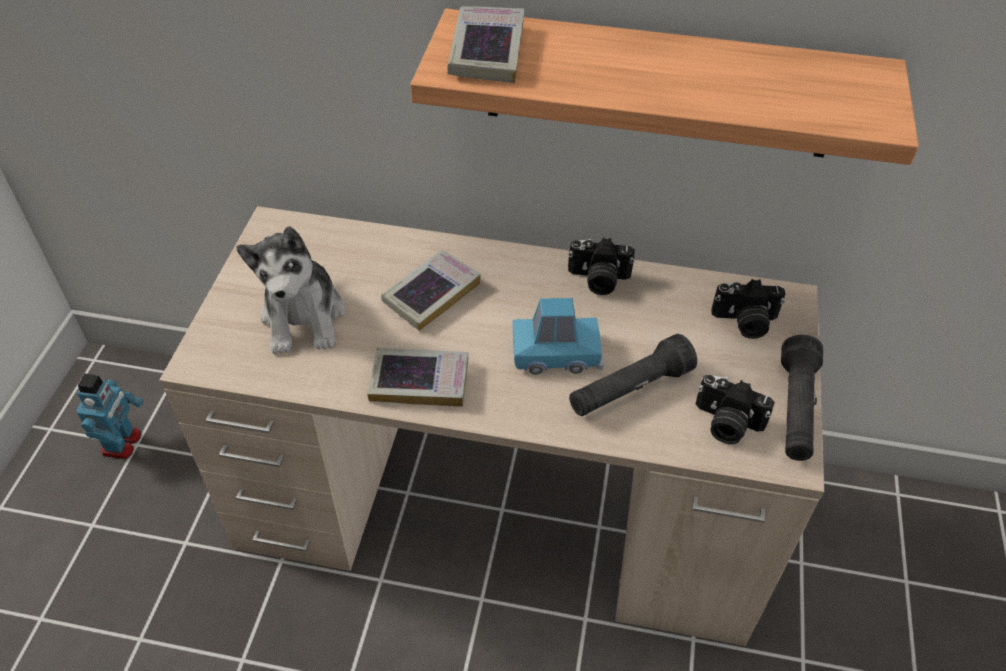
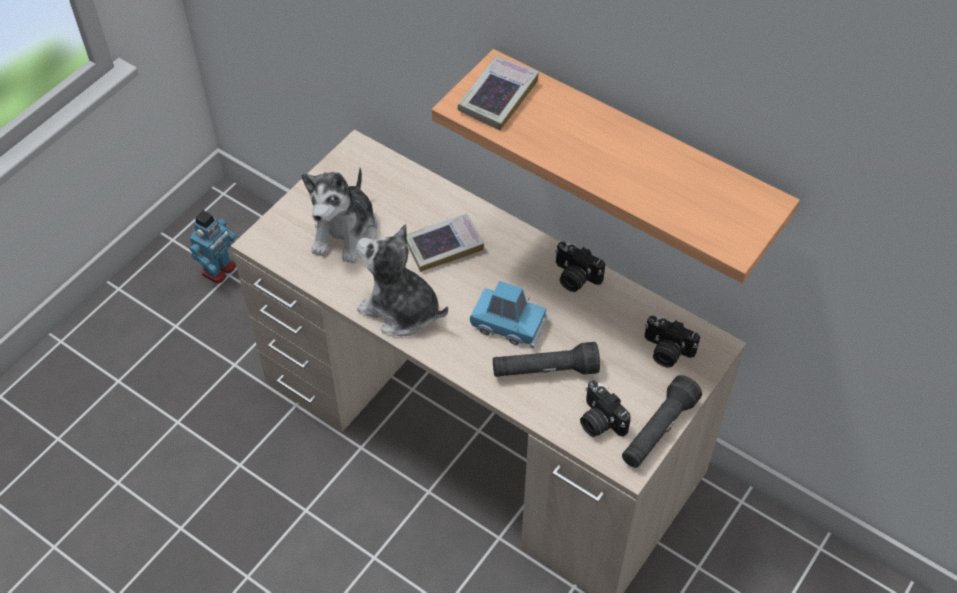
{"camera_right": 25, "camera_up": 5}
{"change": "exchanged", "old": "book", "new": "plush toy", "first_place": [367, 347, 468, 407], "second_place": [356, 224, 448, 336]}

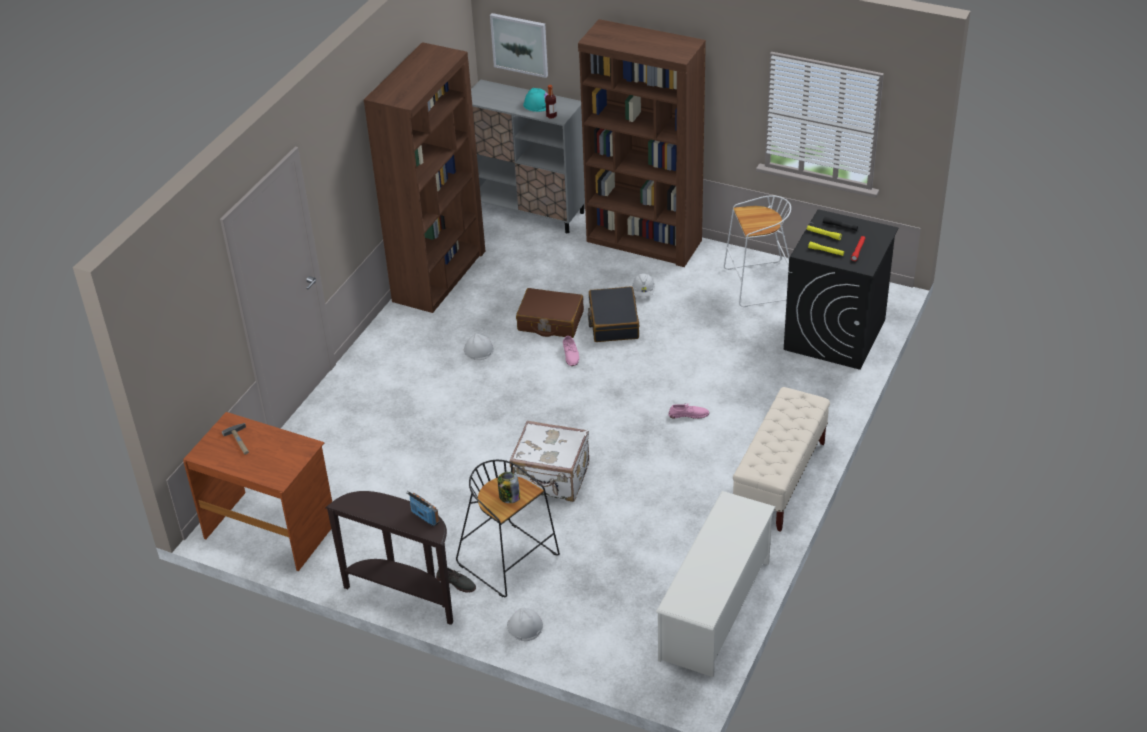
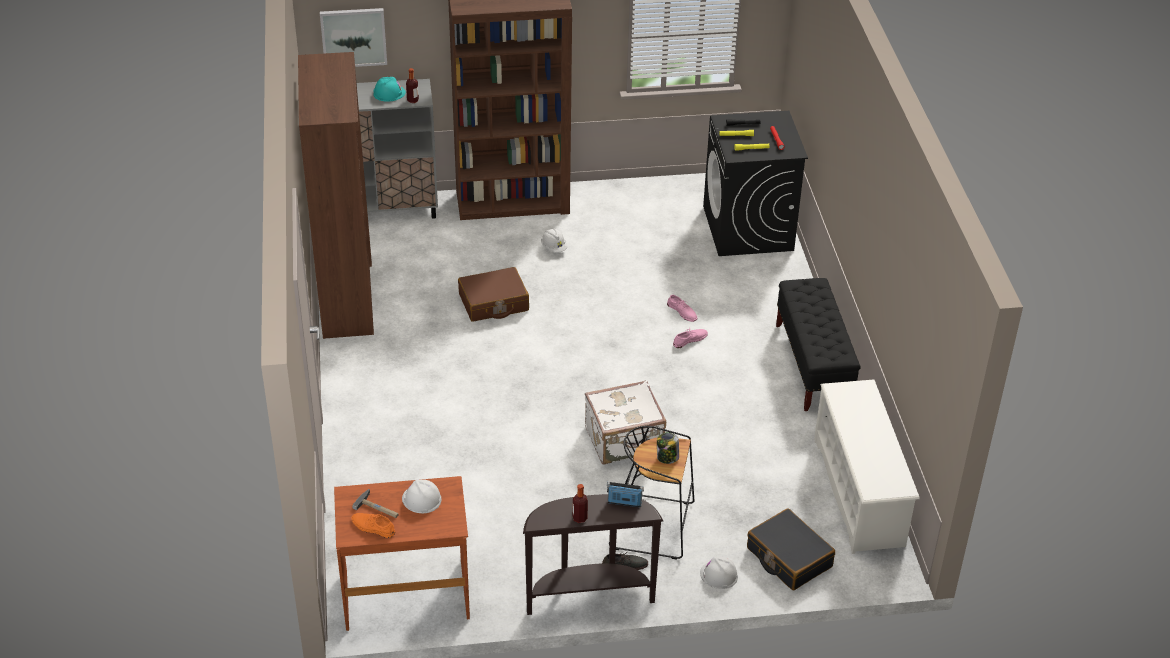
{"camera_right": -35, "camera_up": 0}
{"change": "appeared", "new": "shoe in orange", "second_place": [352, 513, 395, 538]}
{"change": "relocated", "old": "hard hat in white", "first_place": [464, 333, 494, 360], "second_place": [402, 480, 441, 513]}
{"change": "appeared", "new": "bottle", "second_place": [573, 484, 588, 523]}
{"change": "relocated", "old": "shoe in pink", "first_place": [563, 336, 579, 366], "second_place": [667, 295, 697, 322]}
{"change": "relocated", "old": "suitcase in black", "first_place": [588, 287, 639, 342], "second_place": [747, 508, 835, 590]}
{"change": "colour", "old": "bench in beige", "new": "bench in black", "first_place": [733, 387, 830, 532], "second_place": [776, 278, 861, 411]}
{"change": "missing", "old": "stool in white", "first_place": [724, 195, 791, 307]}

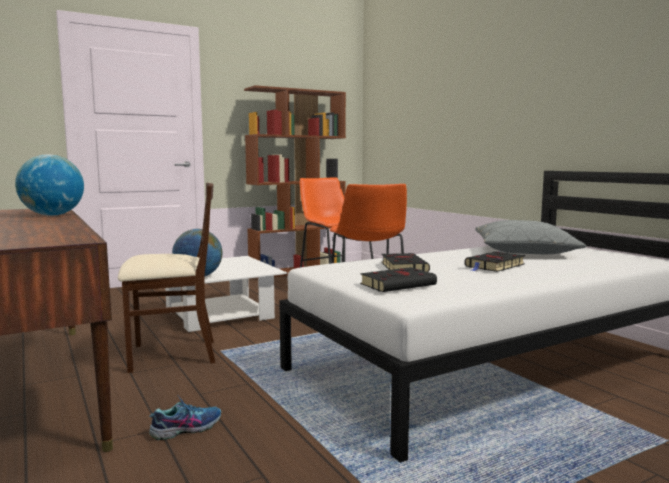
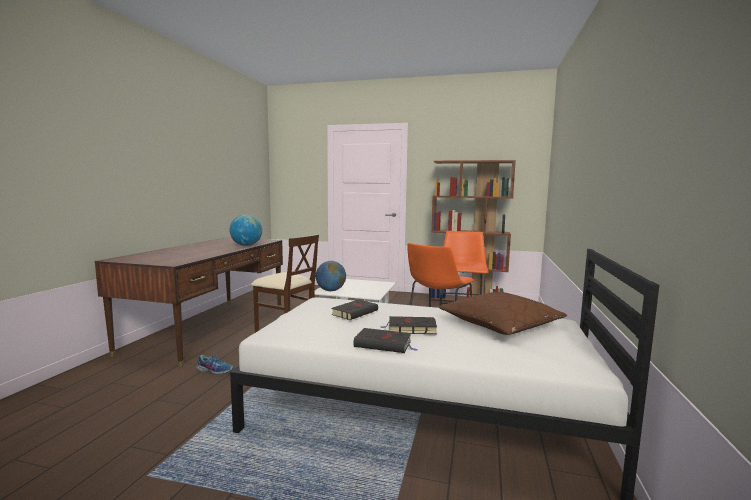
{"camera_right": 45, "camera_up": 0}
{"change": "relocated", "old": "book in black", "first_place": [360, 267, 437, 292], "second_place": [353, 328, 418, 353]}
{"change": "colour", "old": "pillow in grey", "new": "pillow in brown", "first_place": [475, 220, 587, 254], "second_place": [439, 292, 567, 335]}

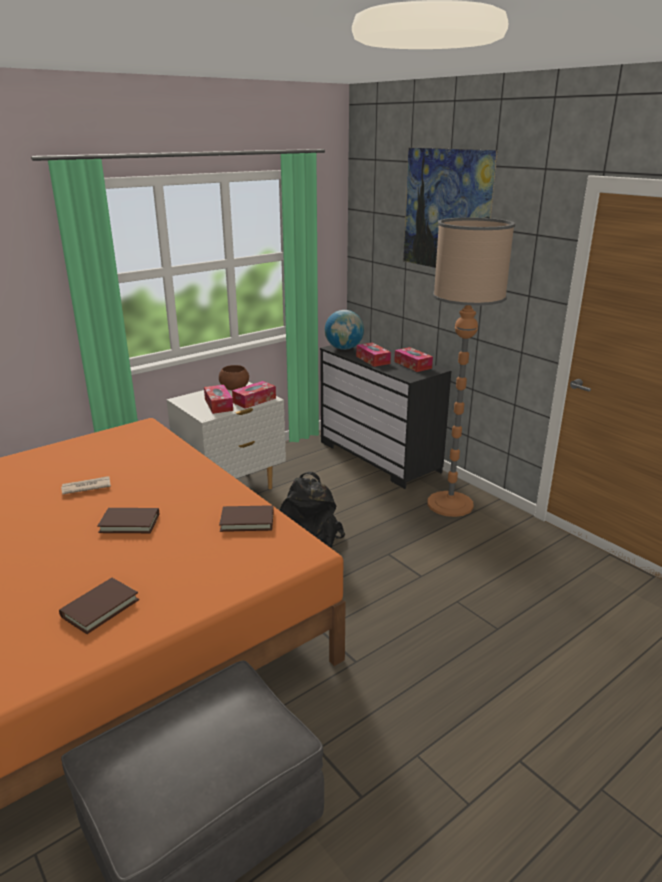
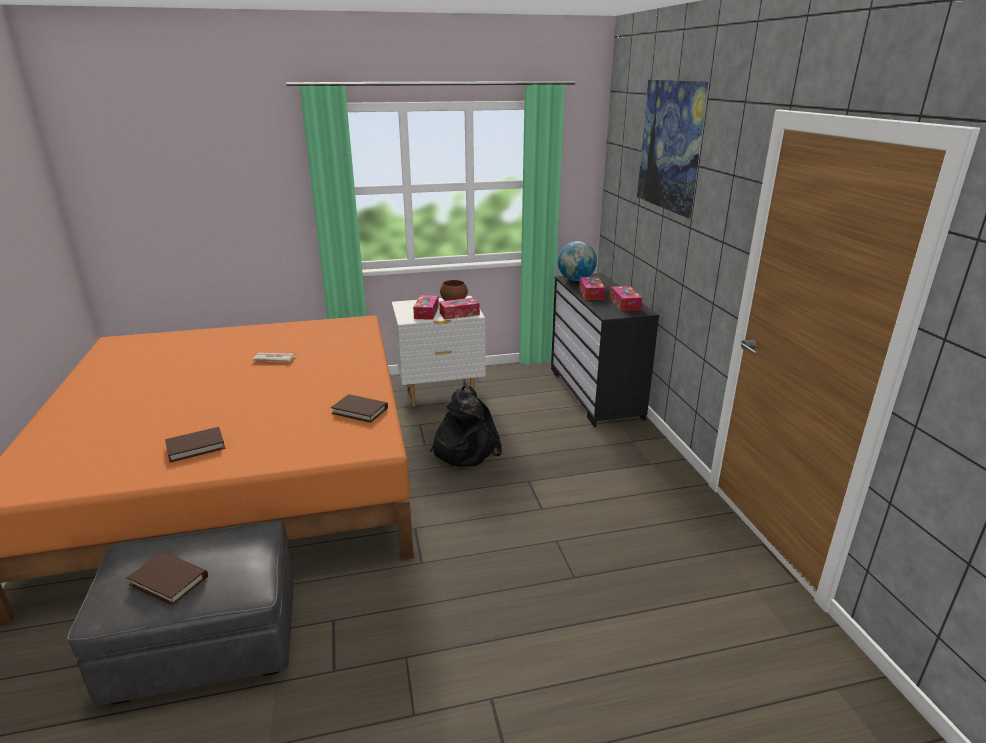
{"camera_right": 25, "camera_up": 0}
{"change": "relocated", "old": "book in brown", "first_place": [97, 508, 159, 533], "second_place": [126, 552, 208, 606]}
{"change": "missing", "old": "floor lamp", "first_place": [427, 217, 515, 517]}

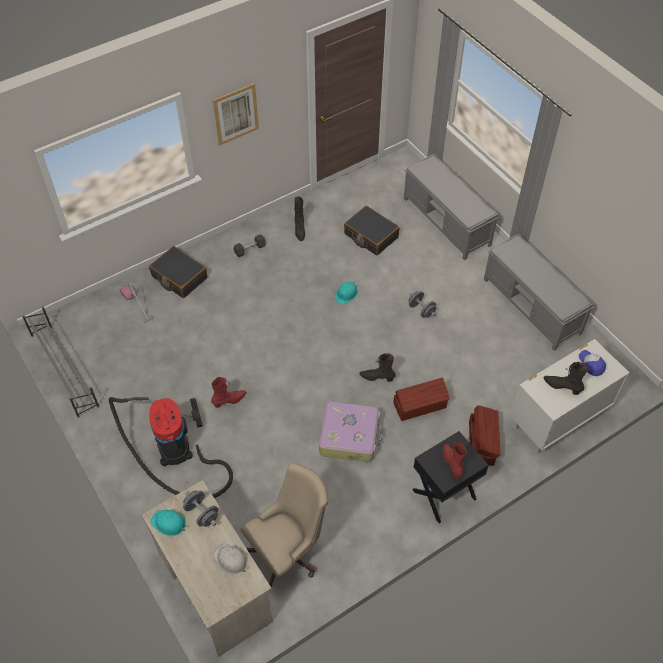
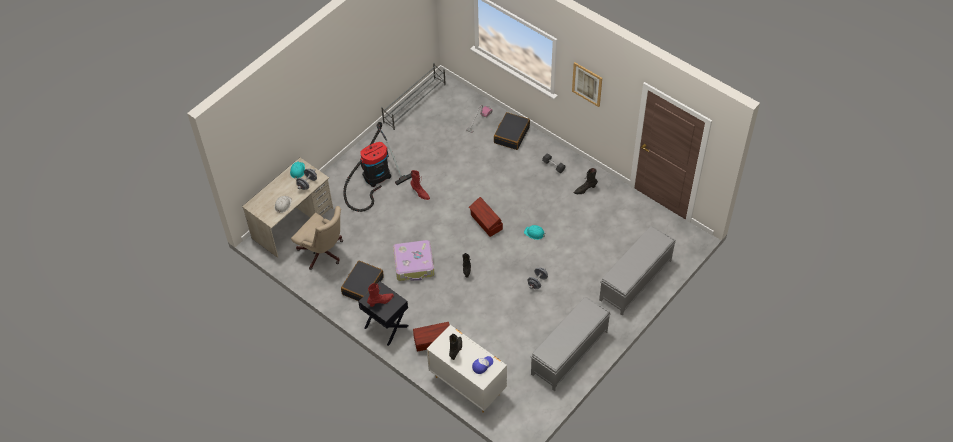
{"camera_right": 75, "camera_up": 0}
{"change": "relocated", "old": "suitcase in black", "first_place": [344, 206, 400, 255], "second_place": [341, 261, 384, 301]}
{"change": "relocated", "old": "storage box in brown", "first_place": [393, 377, 450, 421], "second_place": [469, 197, 503, 237]}

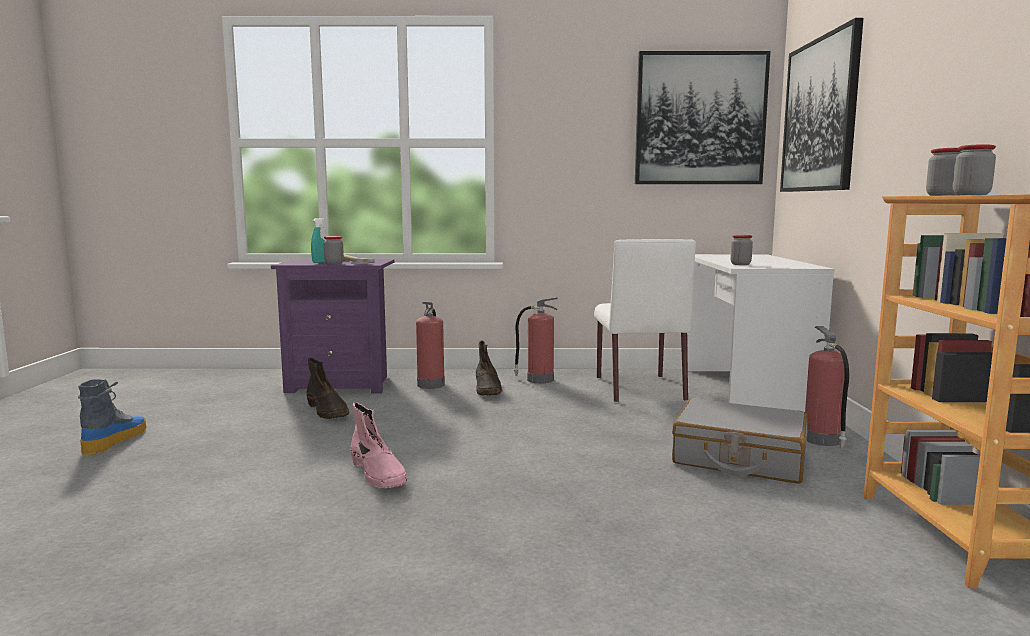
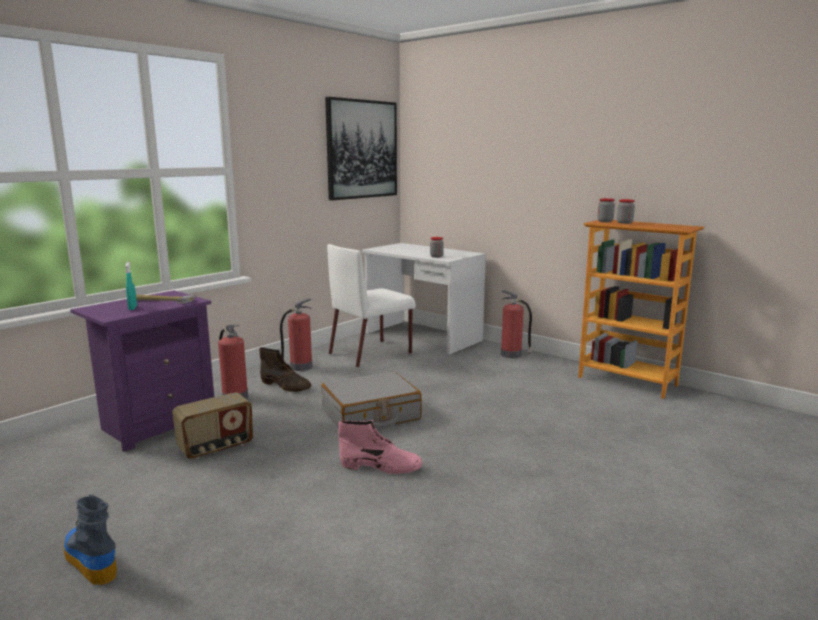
{"camera_right": -50, "camera_up": 5}
{"change": "exchanged", "old": "boot in brown", "new": "radio", "first_place": [306, 358, 349, 419], "second_place": [172, 392, 253, 459]}
{"change": "relocated", "old": "suitcase in grey", "first_place": [672, 398, 807, 484], "second_place": [321, 371, 422, 429]}
{"change": "spun", "old": "chair in white", "first_place": [594, 239, 696, 403], "second_place": [327, 244, 416, 368], "degrees": 105}
{"change": "missing", "old": "jar", "first_place": [324, 236, 344, 265]}
{"change": "missing", "old": "picture", "first_place": [780, 18, 864, 192]}

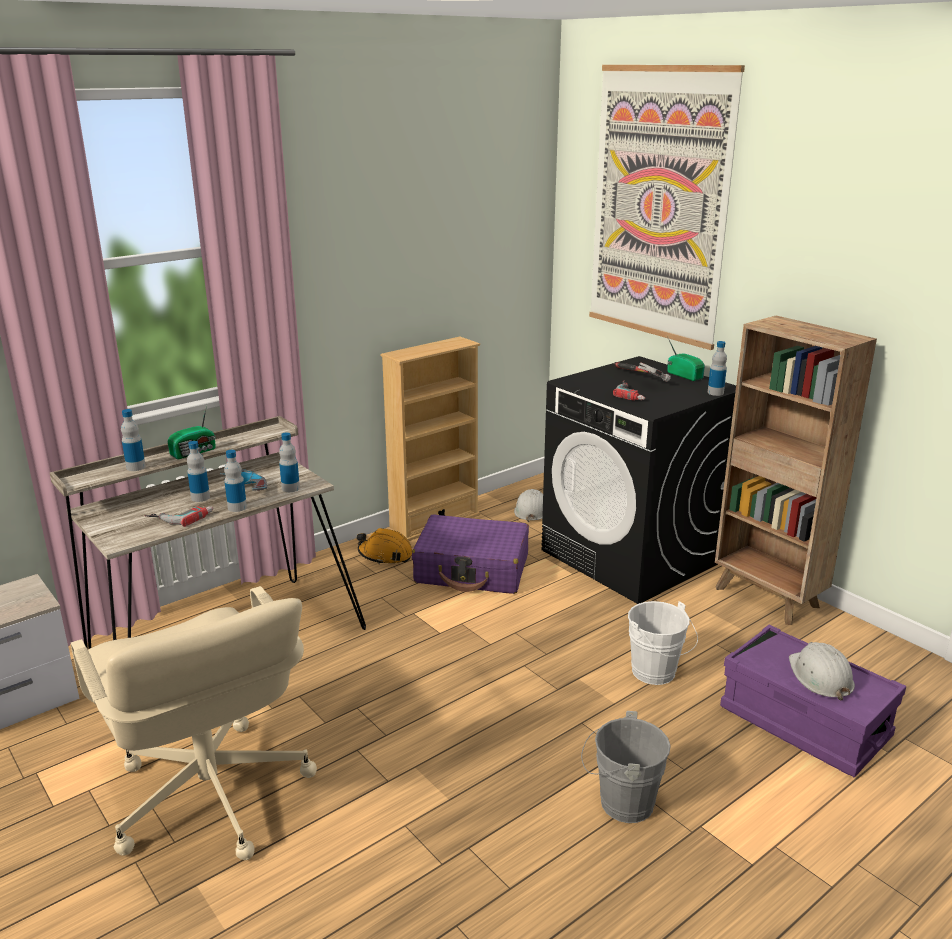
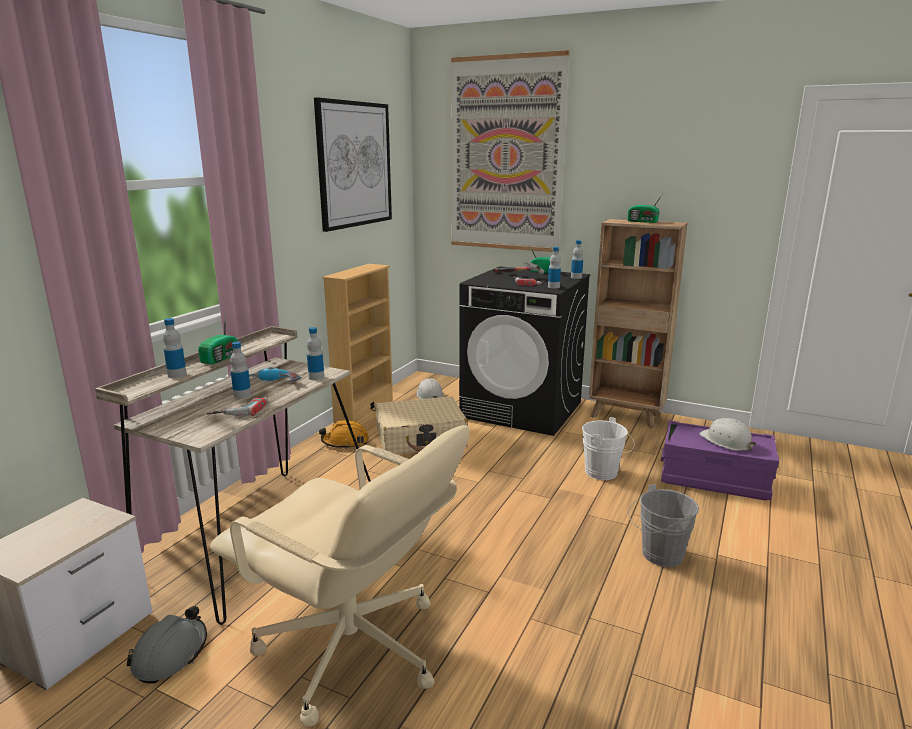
{"camera_right": -25, "camera_up": -5}
{"change": "appeared", "new": "hard hat in grey", "second_place": [127, 606, 207, 684]}
{"change": "appeared", "new": "picture", "second_place": [314, 97, 392, 232]}
{"change": "colour", "old": "suitcase in purple", "new": "suitcase in beige", "first_place": [412, 514, 529, 594], "second_place": [375, 397, 468, 454]}
{"change": "relocated", "old": "bottle", "first_place": [224, 450, 247, 512], "second_place": [548, 247, 561, 288]}
{"change": "appeared", "new": "radio", "second_place": [627, 192, 664, 223]}

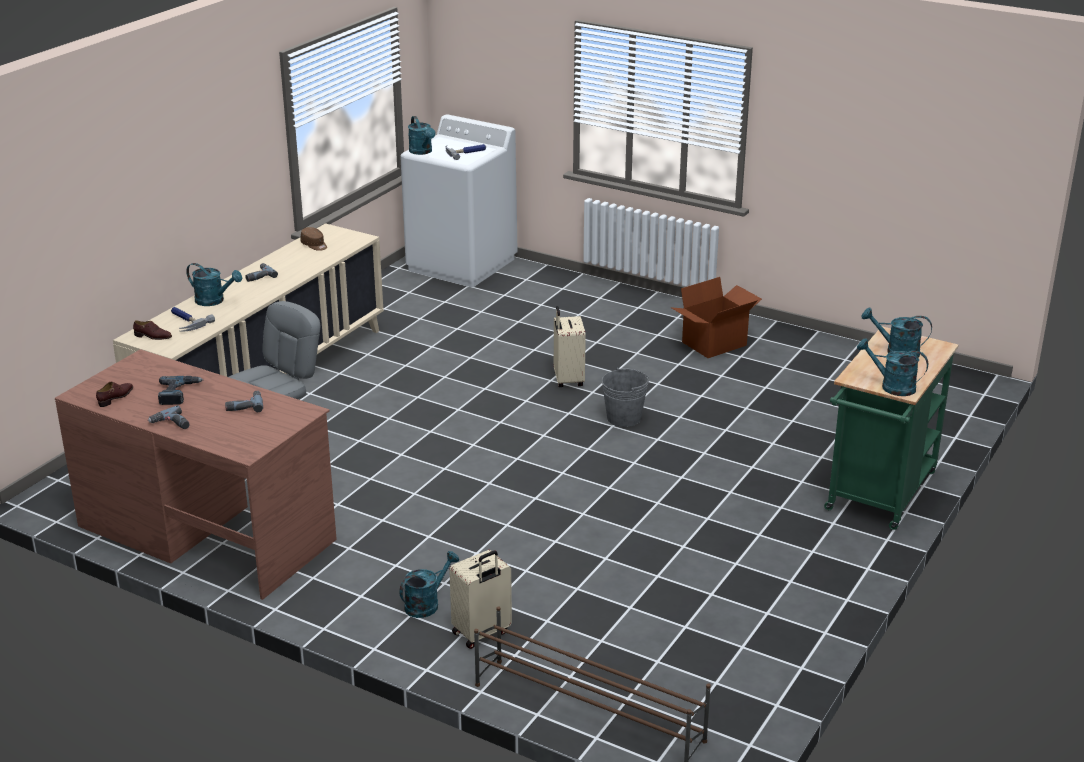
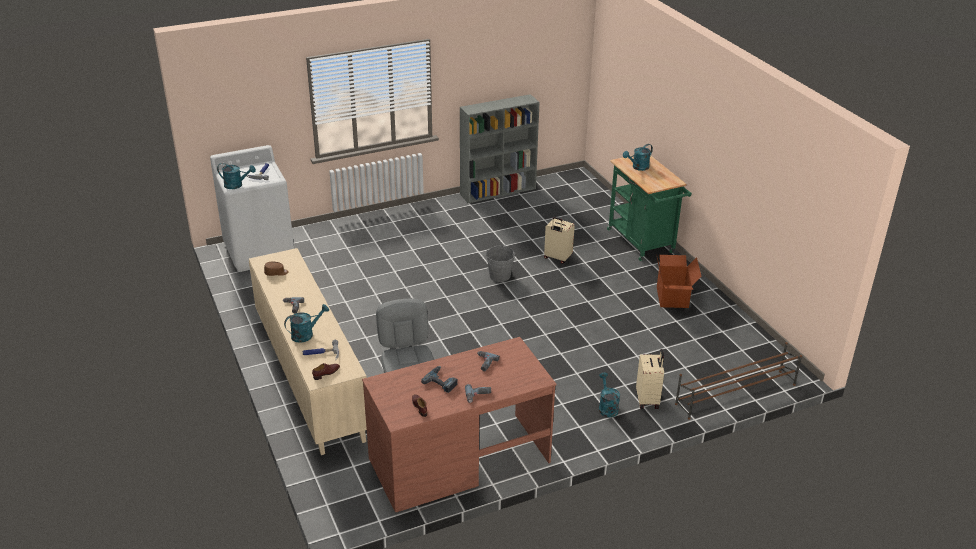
{"camera_right": -55, "camera_up": 5}
{"change": "appeared", "new": "bookcase in grey", "second_place": [460, 94, 540, 203]}
{"change": "relocated", "old": "suitcase in beige", "first_place": [554, 306, 586, 387], "second_place": [544, 217, 575, 264]}
{"change": "relocated", "old": "cardboard box", "first_place": [671, 277, 762, 358], "second_place": [657, 255, 702, 308]}
{"change": "missing", "old": "watering can in turquoise", "first_place": [857, 338, 928, 396]}

